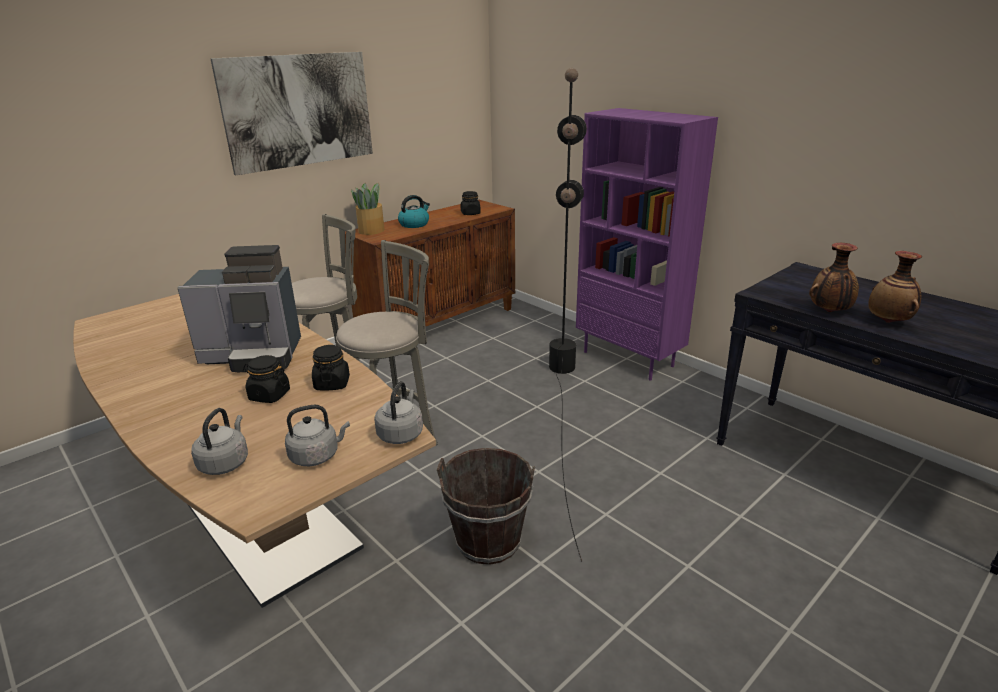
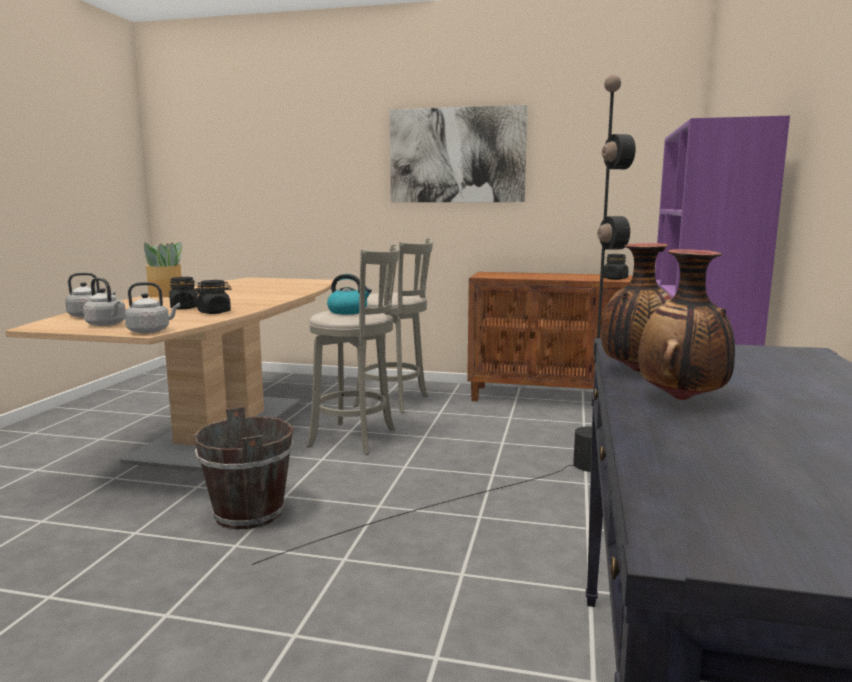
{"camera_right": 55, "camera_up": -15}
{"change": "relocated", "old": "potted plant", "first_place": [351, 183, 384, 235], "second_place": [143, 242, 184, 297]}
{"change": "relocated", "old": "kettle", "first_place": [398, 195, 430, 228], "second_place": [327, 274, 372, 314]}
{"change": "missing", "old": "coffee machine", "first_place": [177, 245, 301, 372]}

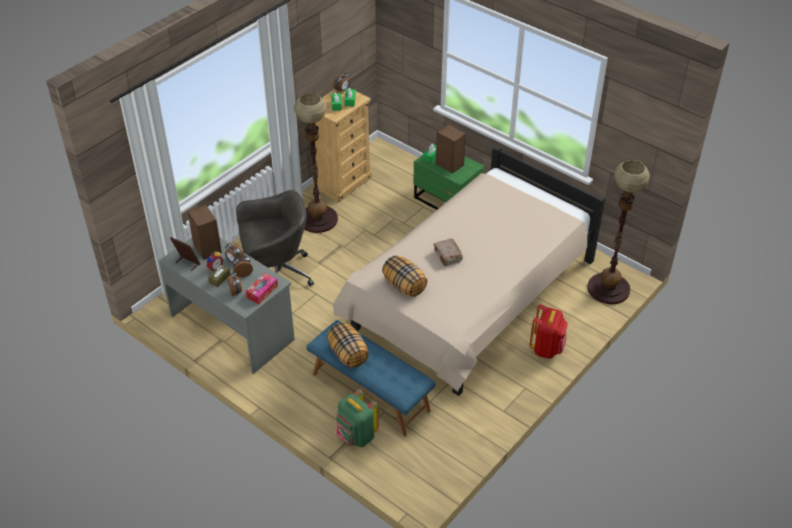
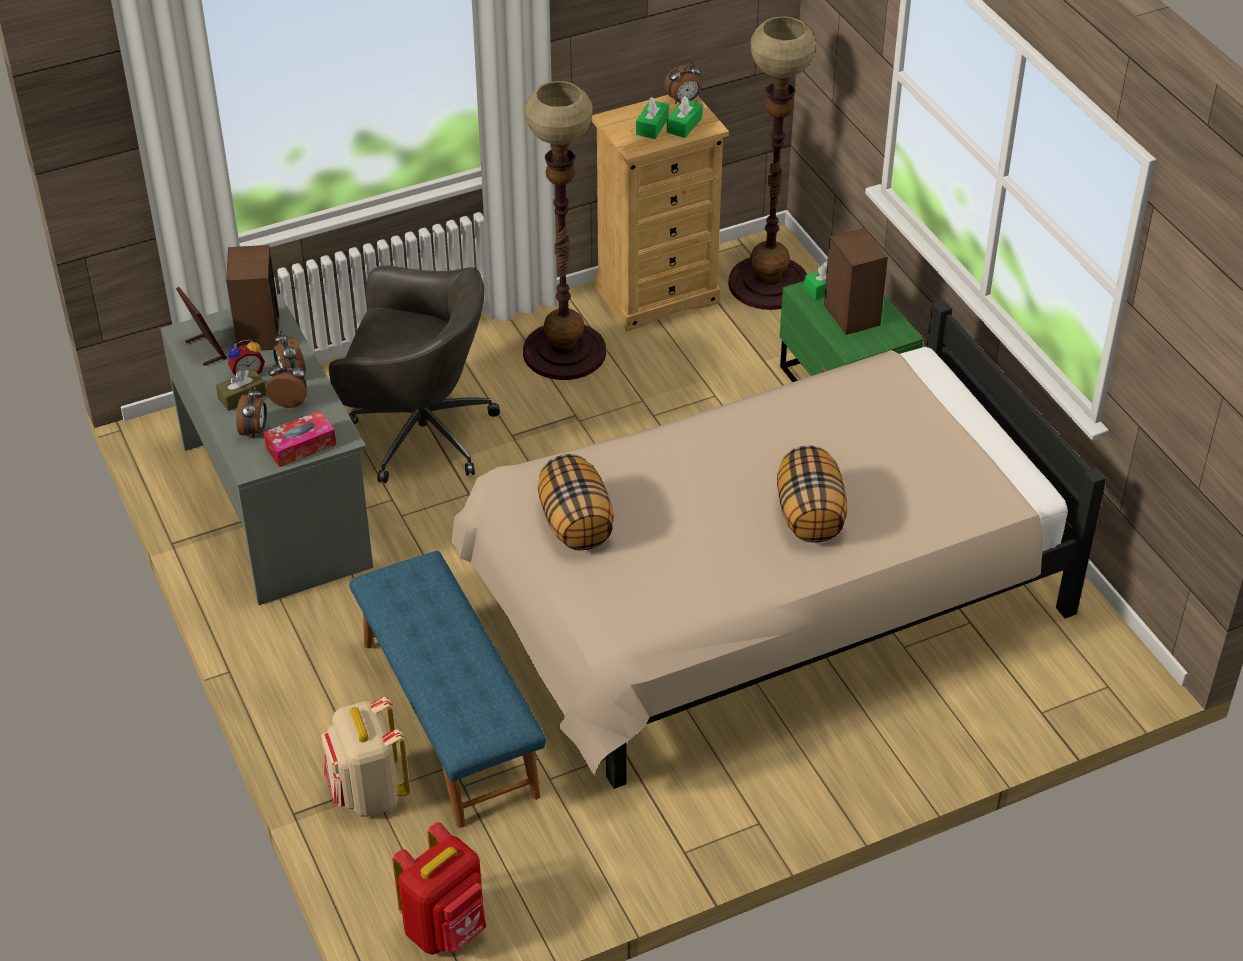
{"camera_right": 25, "camera_up": 0}
{"change": "colour", "old": "backpack in green", "new": "backpack in beige", "first_place": [337, 389, 378, 447], "second_place": [321, 697, 410, 817]}
{"change": "relocated", "old": "backpack in red", "first_place": [529, 304, 568, 359], "second_place": [392, 822, 486, 955]}
{"change": "relocated", "old": "floor lamp", "first_place": [587, 160, 650, 304], "second_place": [728, 16, 816, 310]}
{"change": "relocated", "old": "pillow", "first_place": [327, 322, 369, 368], "second_place": [777, 445, 847, 543]}
{"change": "missing", "old": "book in brown", "first_place": [434, 238, 463, 266]}

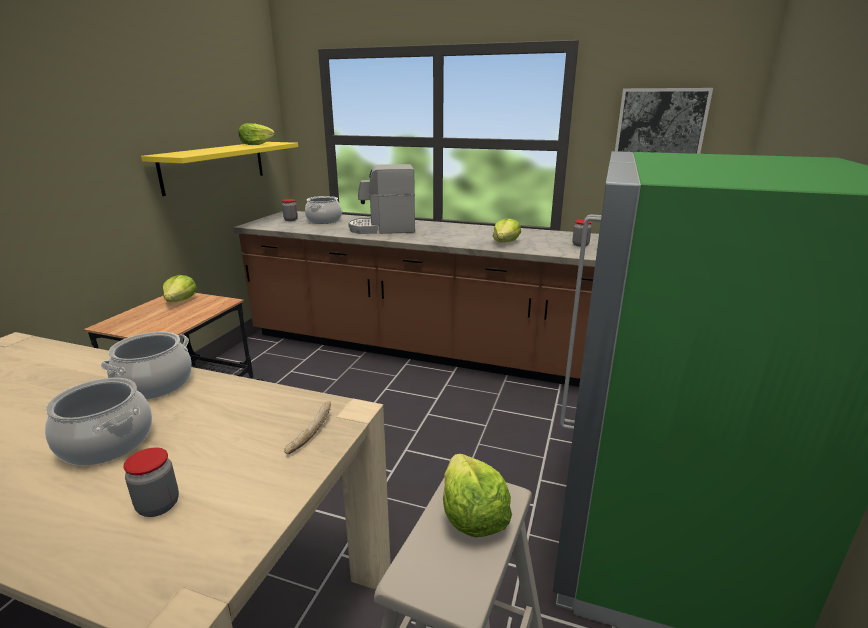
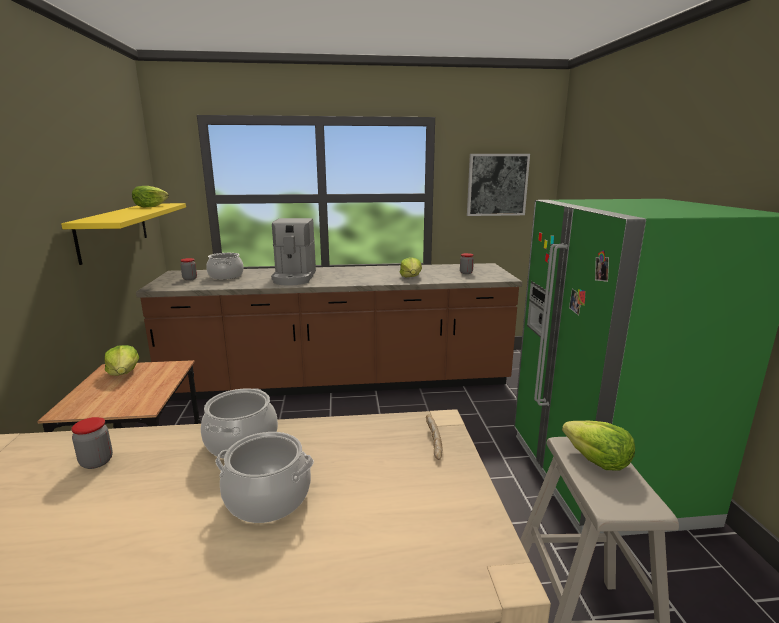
{"camera_right": -25, "camera_up": -5}
{"change": "relocated", "old": "jar", "first_place": [123, 447, 179, 517], "second_place": [71, 417, 113, 469]}
{"change": "spun", "old": "coffee machine", "first_place": [348, 164, 415, 234], "second_place": [271, 218, 316, 286], "degrees": -60}

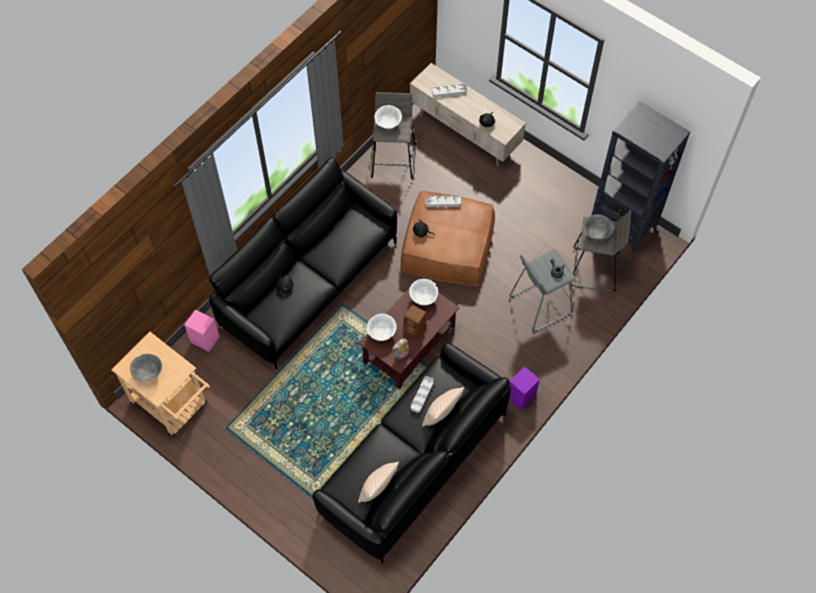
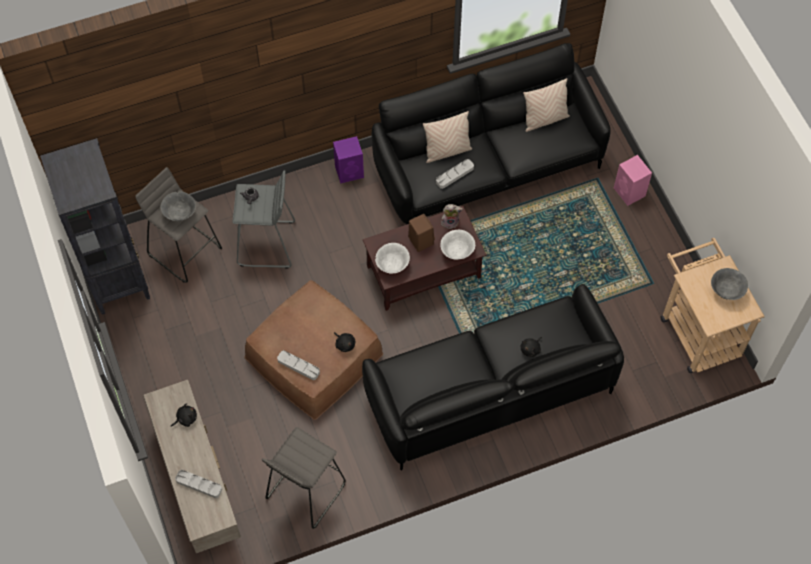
{"camera_right": -150, "camera_up": 0}
{"change": "relocated", "old": "speaker in pink", "first_place": [184, 309, 220, 352], "second_place": [614, 155, 652, 206]}
{"change": "missing", "old": "bowl in white", "first_place": [374, 105, 402, 129]}

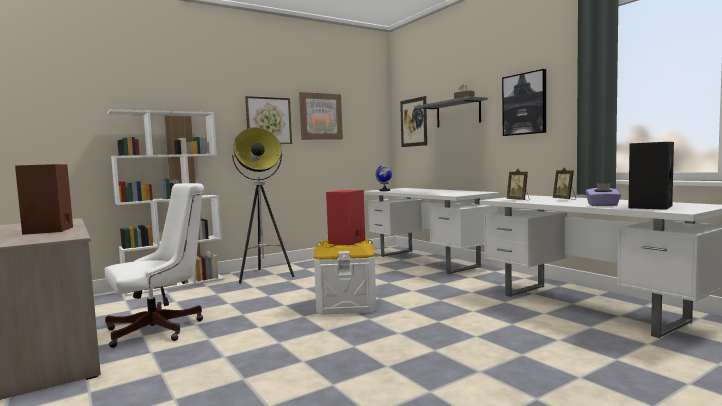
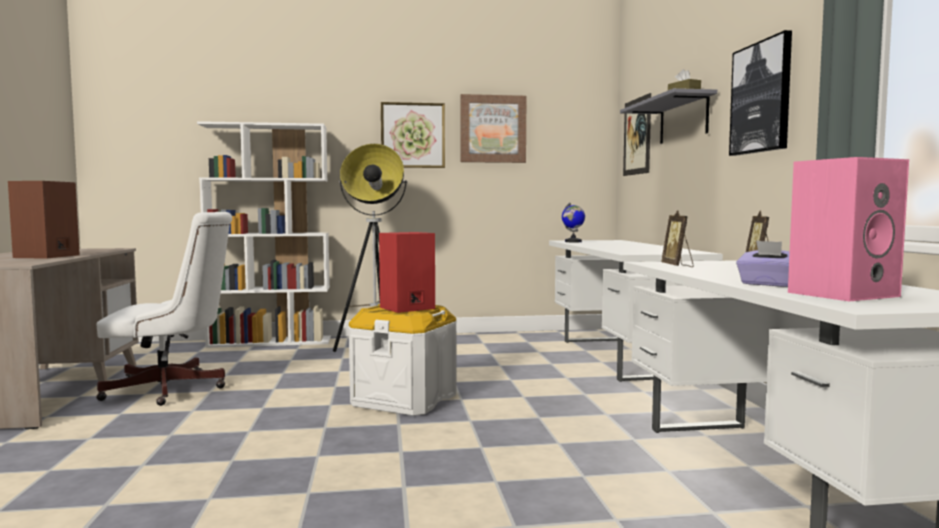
{"camera_right": 25, "camera_up": 0}
{"change": "colour", "old": "speaker in black", "new": "speaker in pink", "first_place": [629, 142, 674, 210], "second_place": [788, 157, 909, 301]}

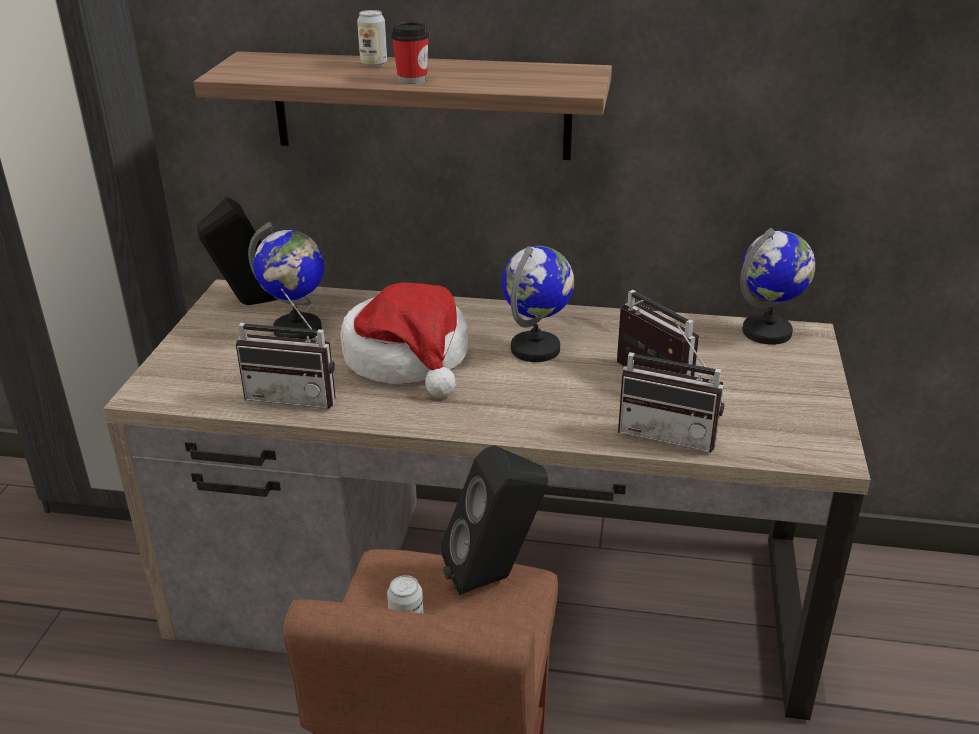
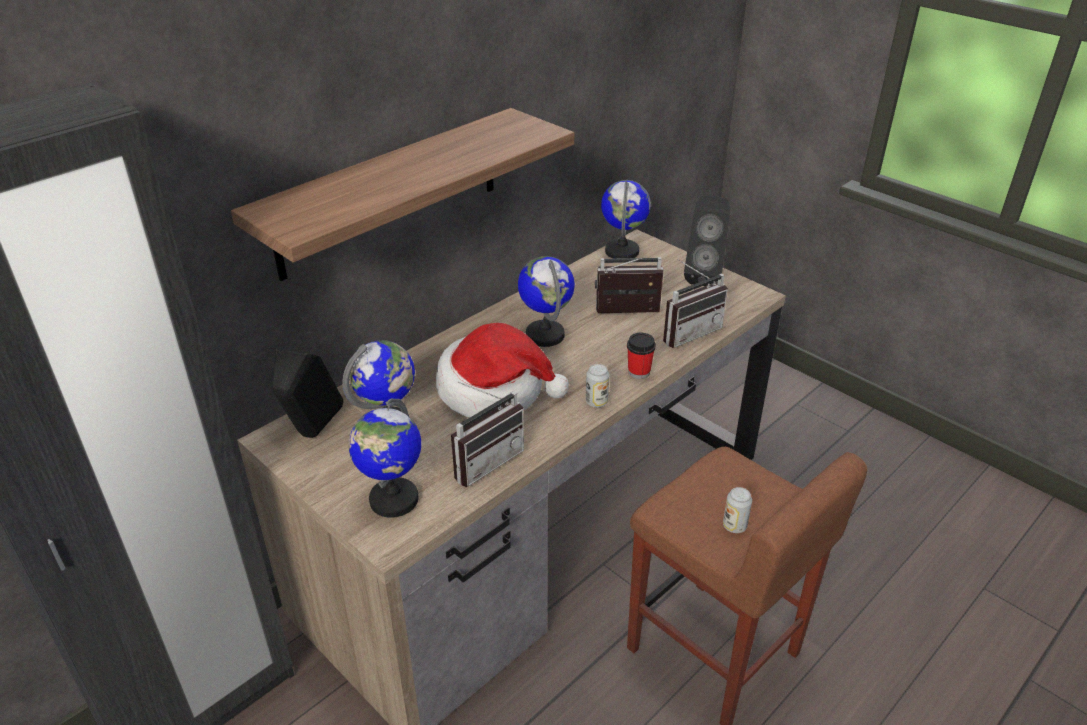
{"camera_right": -55, "camera_up": 5}
{"change": "appeared", "new": "globe", "second_place": [348, 398, 421, 518]}
{"change": "relocated", "old": "can", "first_place": [357, 10, 387, 67], "second_place": [586, 364, 609, 408]}
{"change": "relocated", "old": "cup", "first_place": [391, 22, 429, 84], "second_place": [627, 333, 656, 379]}
{"change": "relocated", "old": "speaker in black", "first_place": [441, 445, 548, 595], "second_place": [684, 196, 730, 286]}

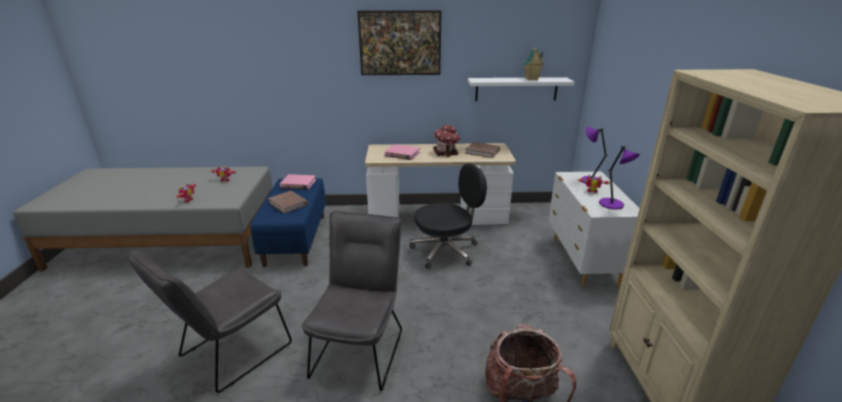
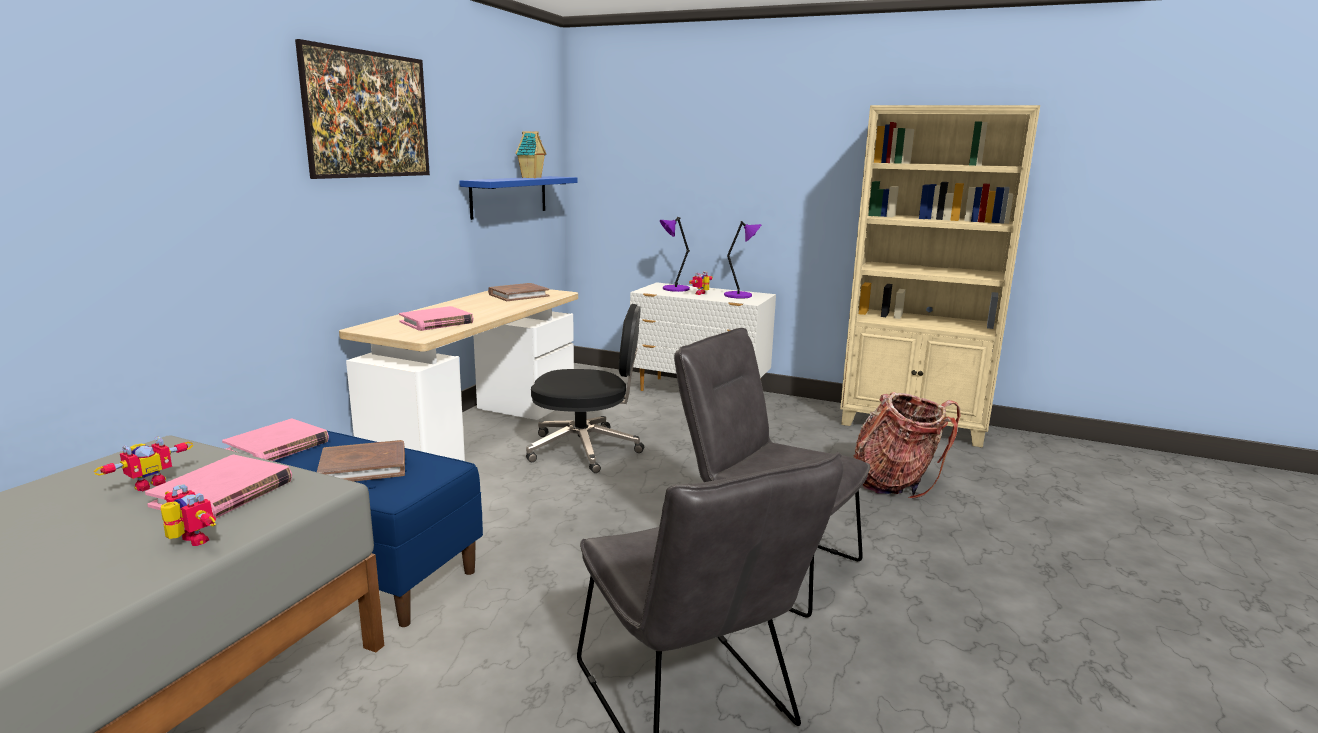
{"camera_right": -65, "camera_up": -10}
{"change": "appeared", "new": "book in pink", "second_place": [145, 455, 292, 518]}
{"change": "colour", "old": "shelf in white", "new": "shelf in blue", "first_place": [468, 77, 575, 101], "second_place": [459, 176, 578, 220]}
{"change": "spun", "old": "office chair in black", "first_place": [409, 164, 487, 269], "second_place": [526, 304, 644, 473], "degrees": 90}
{"change": "missing", "old": "toy house", "first_place": [433, 125, 460, 157]}

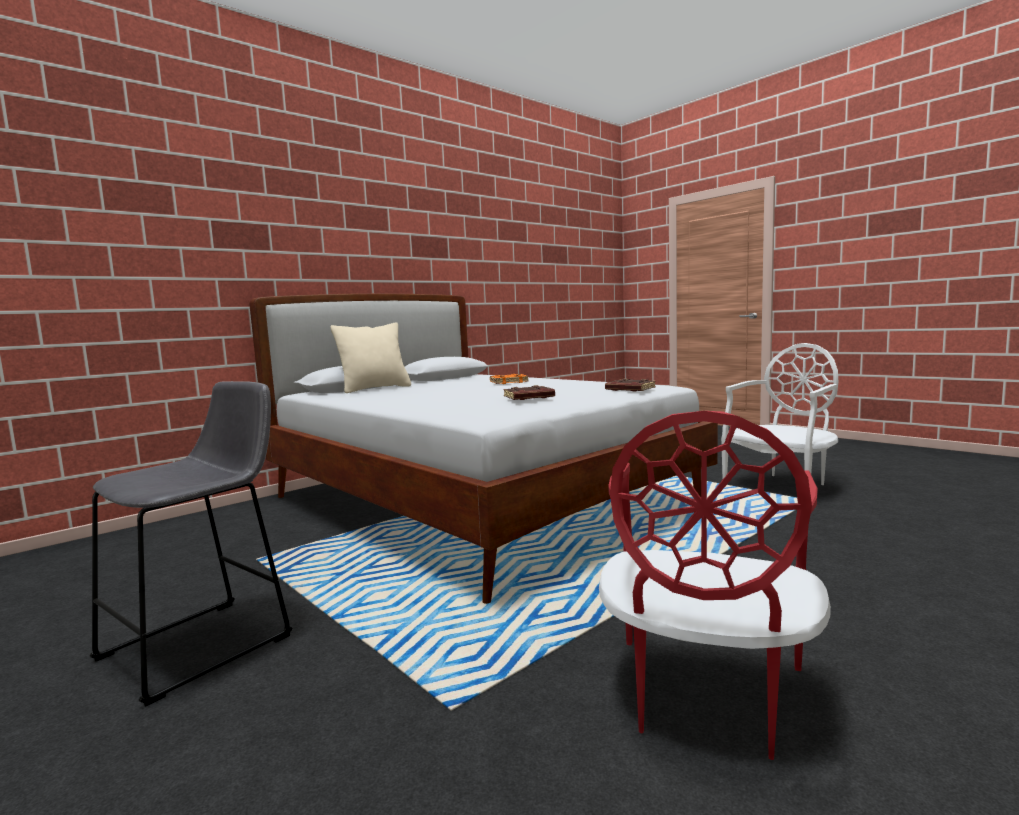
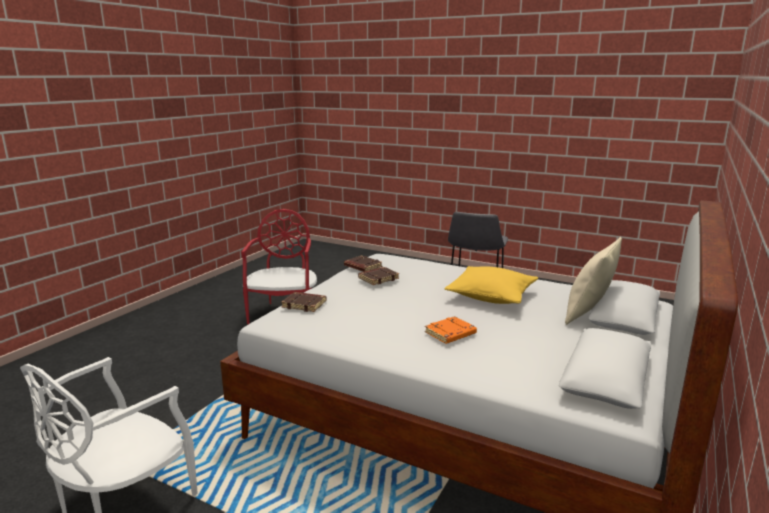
{"camera_right": 160, "camera_up": 10}
{"change": "appeared", "new": "book in brown", "second_place": [344, 255, 382, 272]}
{"change": "appeared", "new": "pillow in yellow", "second_place": [445, 266, 538, 304]}

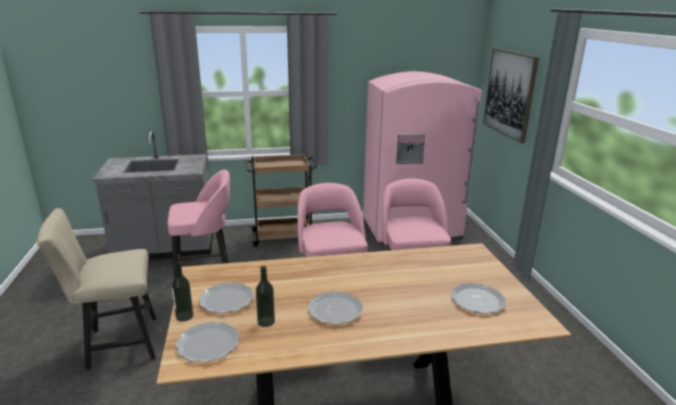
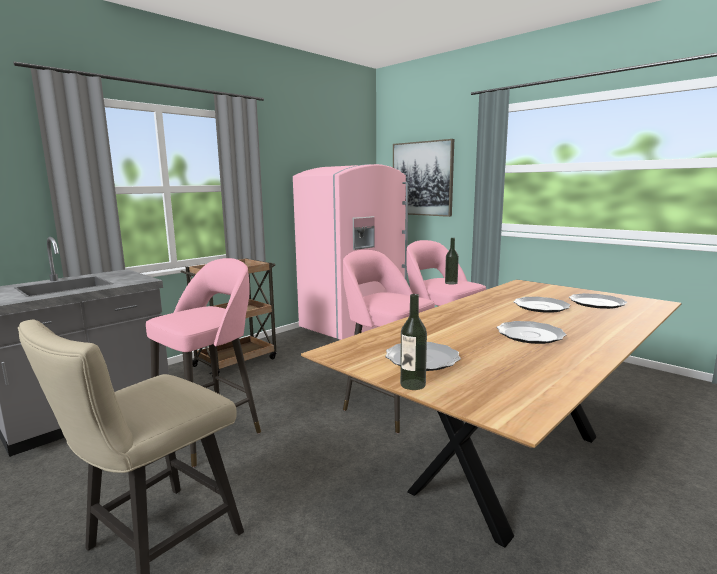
{"camera_right": -35, "camera_up": -10}
{"change": "relocated", "old": "bottle", "first_place": [256, 266, 275, 327], "second_place": [445, 238, 459, 285]}
{"change": "relocated", "old": "plate", "first_place": [175, 322, 240, 362], "second_place": [514, 297, 570, 313]}

